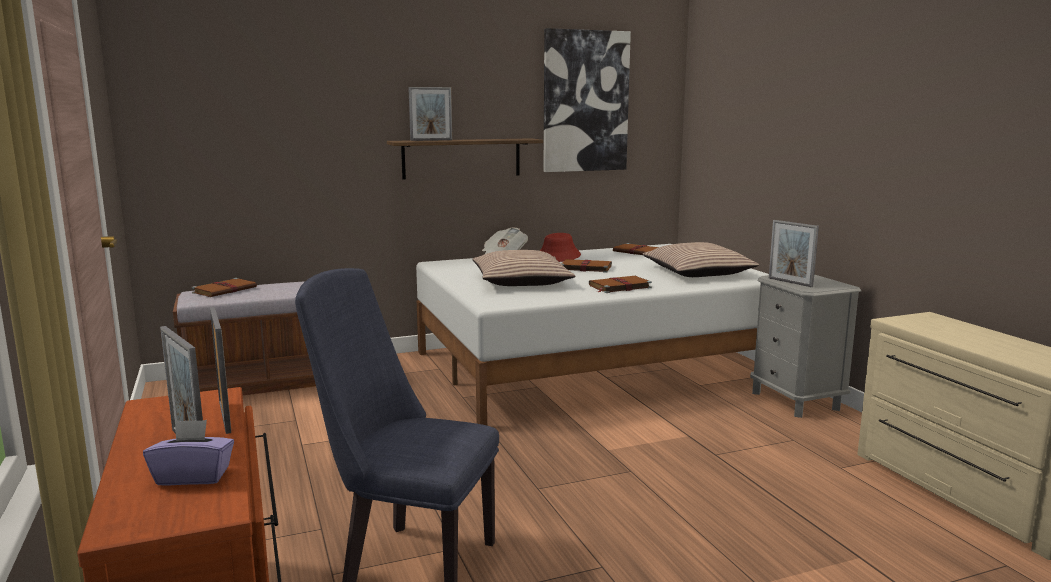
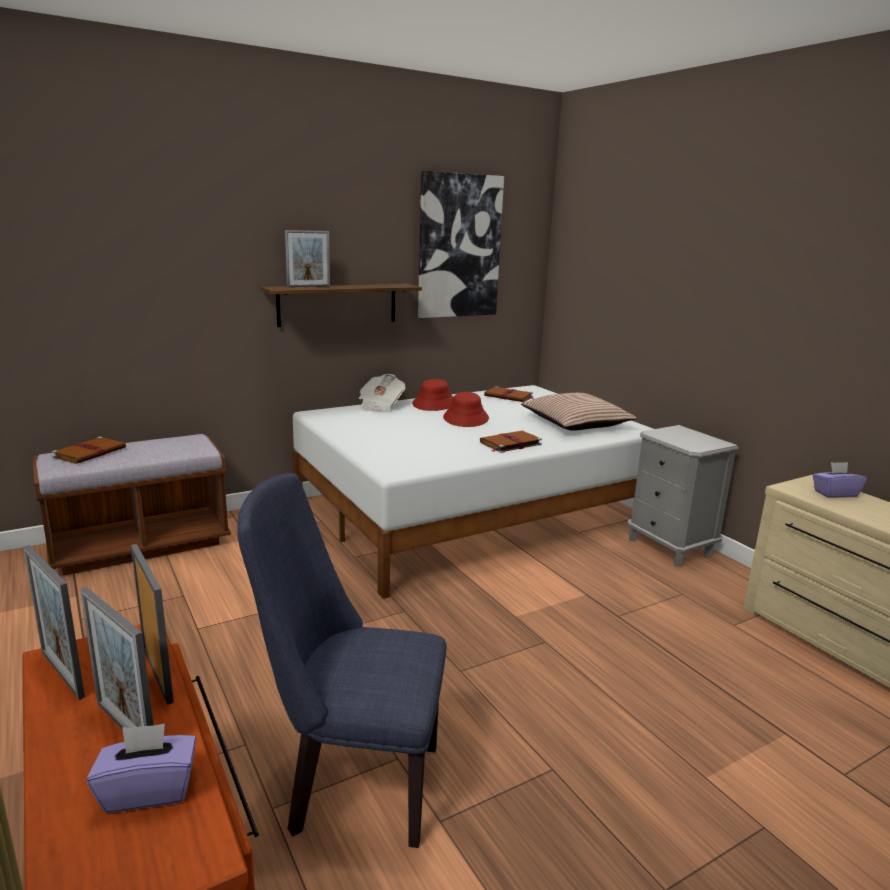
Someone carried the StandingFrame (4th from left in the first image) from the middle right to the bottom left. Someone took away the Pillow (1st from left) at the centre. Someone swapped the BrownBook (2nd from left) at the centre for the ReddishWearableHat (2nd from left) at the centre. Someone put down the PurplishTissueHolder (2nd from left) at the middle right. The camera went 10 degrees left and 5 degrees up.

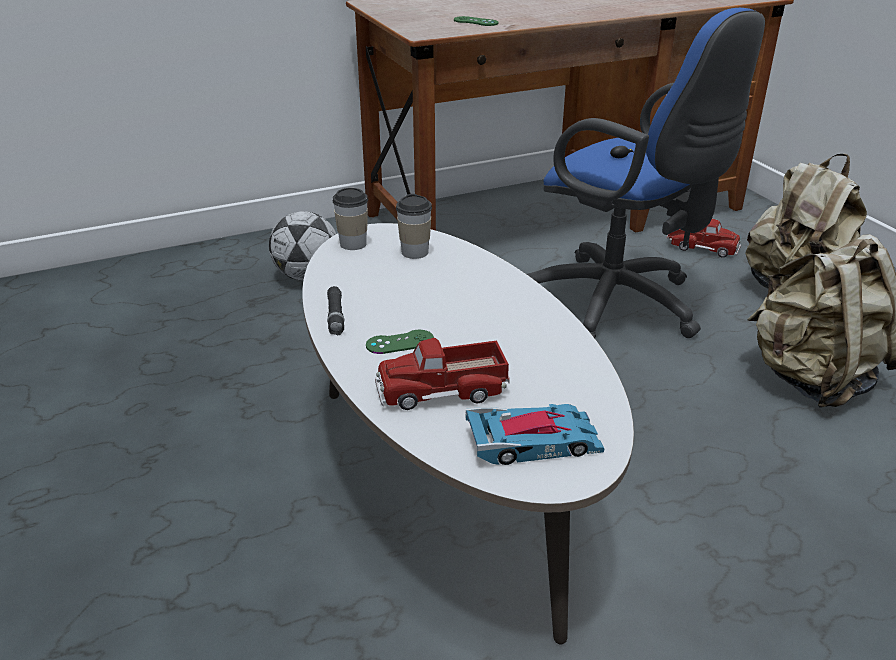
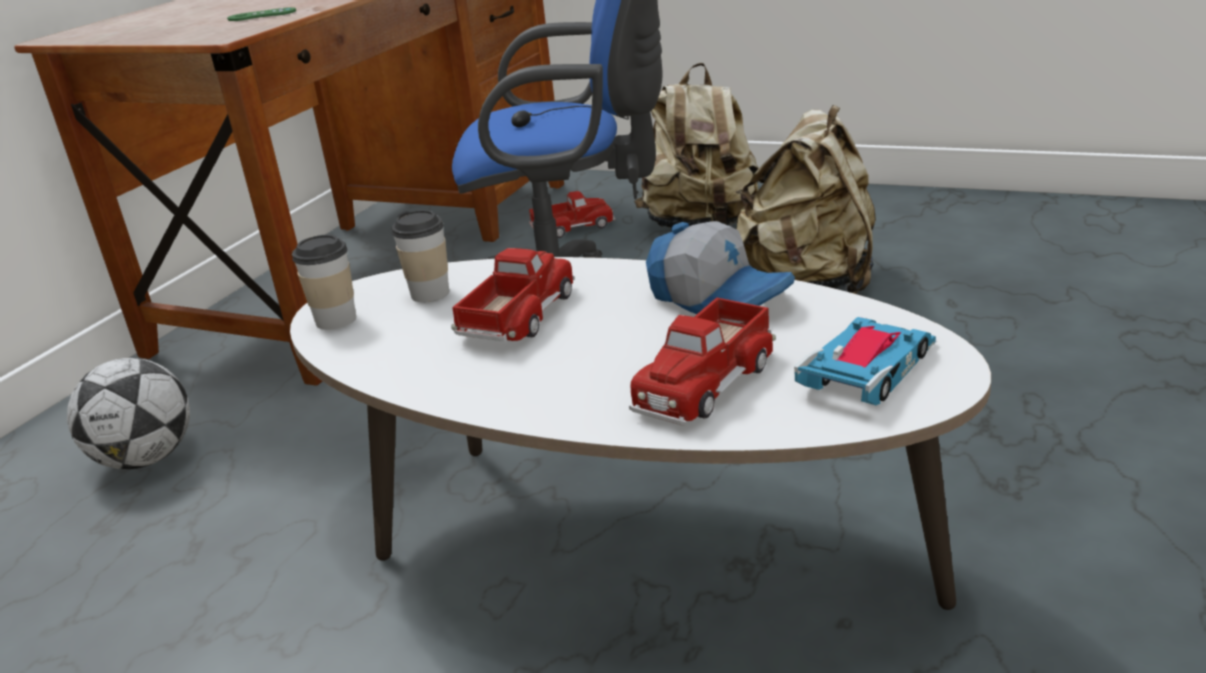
Someone took away the BlackishFlashlight at the centre. Someone took away the GreenGameController (1st from left) at the centre. Someone put down the BaseballCap at the centre. Someone put down the ToyTruck (1st from left) at the centre. The camera went 40 degrees left and 5 degrees down.

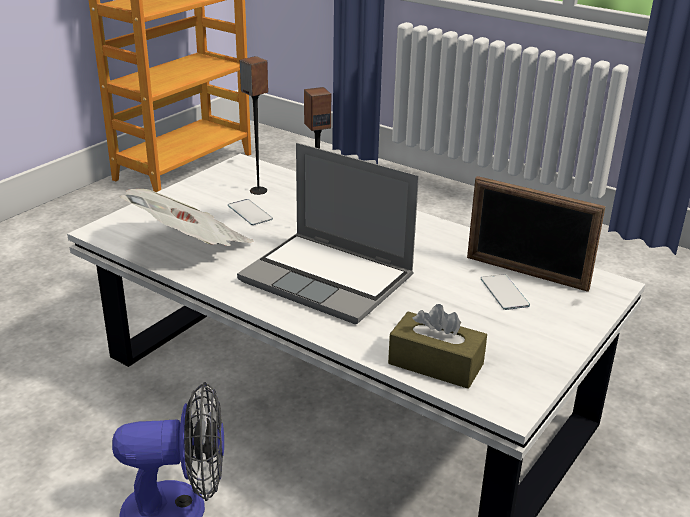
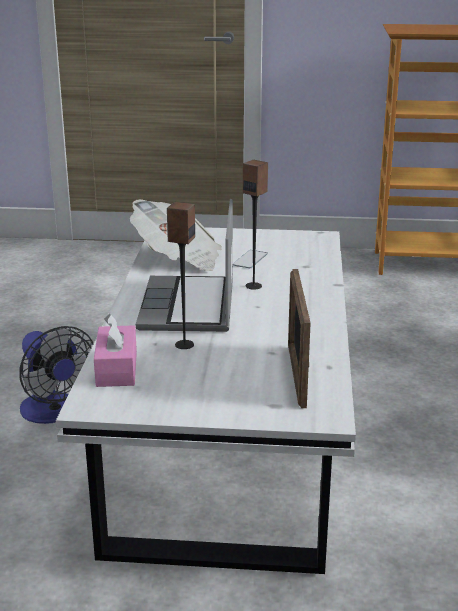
Someone carried the Loudspeaker (1st from left) from the top centre to the centre. Someone took away the Handset (2nd from left) at the middle right. Someone repainted the BrownTissueHolder at the bottom centre, which became the PinkTissueHolder at the middle left. The camera went 60 degrees right and 5 degrees down.

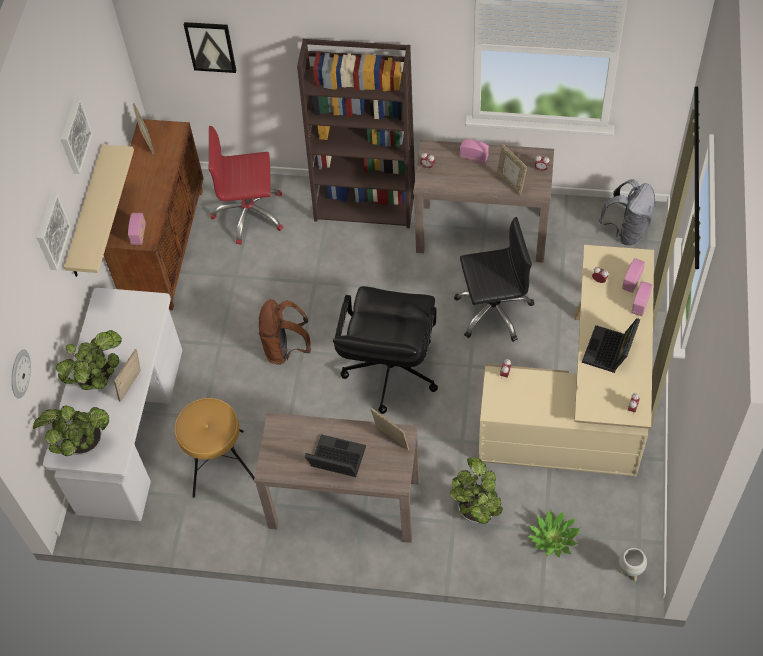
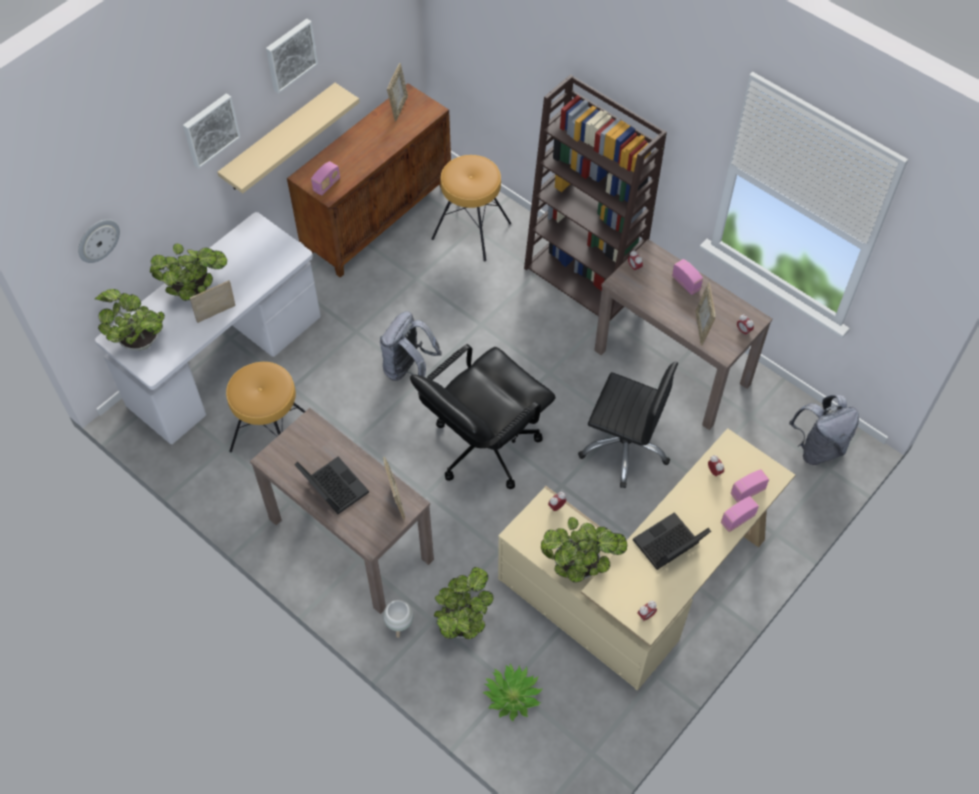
Someone took away the Picture (3rd from left) at the top left. Someone swapped the ReddishOfficeChair at the top left for the BrownStoolSeat (2nd from left) at the top centre. Someone repainted the BrownBackpack at the centre, which became the GreyishBackpack (1st from left) at the centre. Someone carried the WhitishPlantPot from the bottom right to the bottom centre. Someone put down the PottedPlant (5th from left) at the bottom centre. The camera went 30 degrees right and 0 degrees up.

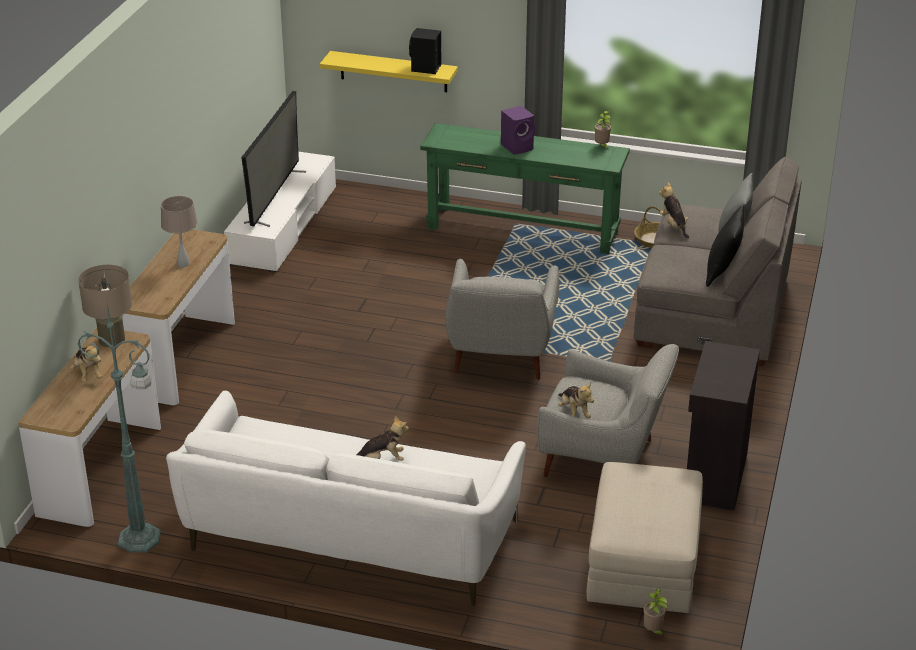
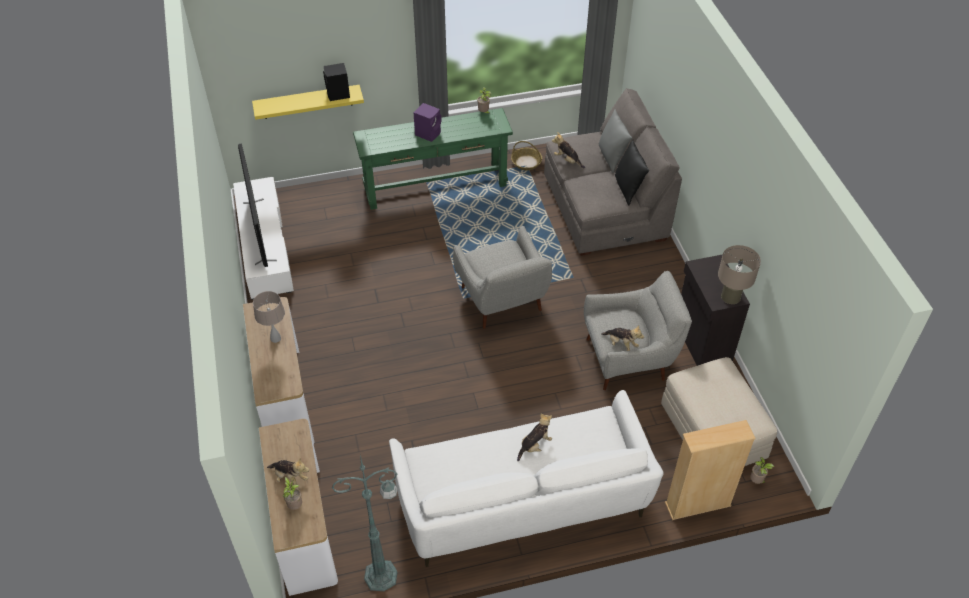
Someone carried the BeigeColouredLampForATable (1st from left in the first image) from the middle left to the middle right. Someone put down the BeigeColouredShelvingUnit at the bottom right. Someone put down the PottedPlant (1st from left) at the bottom left. The camera went 30 degrees left and 15 degrees up.

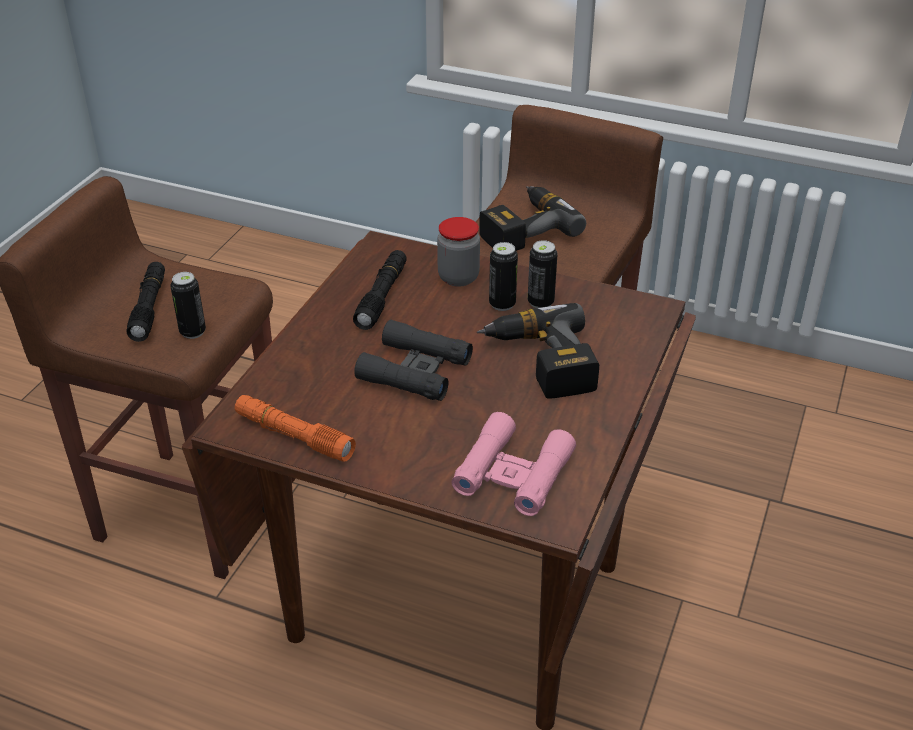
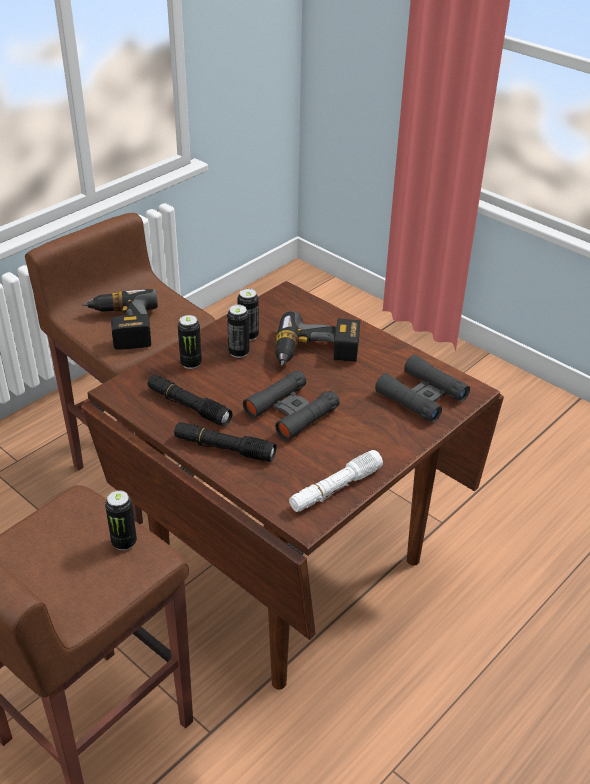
Someone swapped the Jar at the centre for the Can (2nd from left) at the middle left. Someone carried the BlackishFlashlight (1st from left in the first image) from the middle left to the centre. Someone repainted the OrangeyFlashlight at the middle left, which became the WhitishFlashlight at the centre. Someone repainted the PinkFieldGlasses at the centre, which became the BlackishFieldGlasses (2nd from left) at the middle right. The camera went 70 degrees left and 0 degrees up.

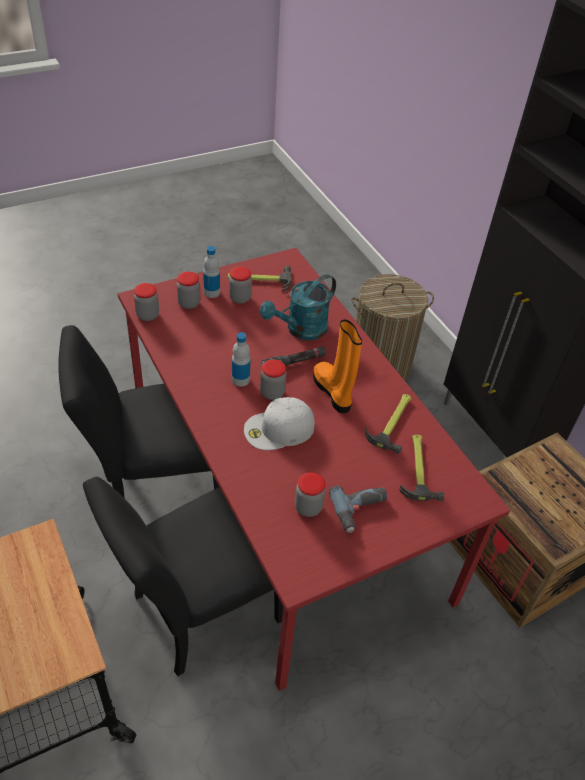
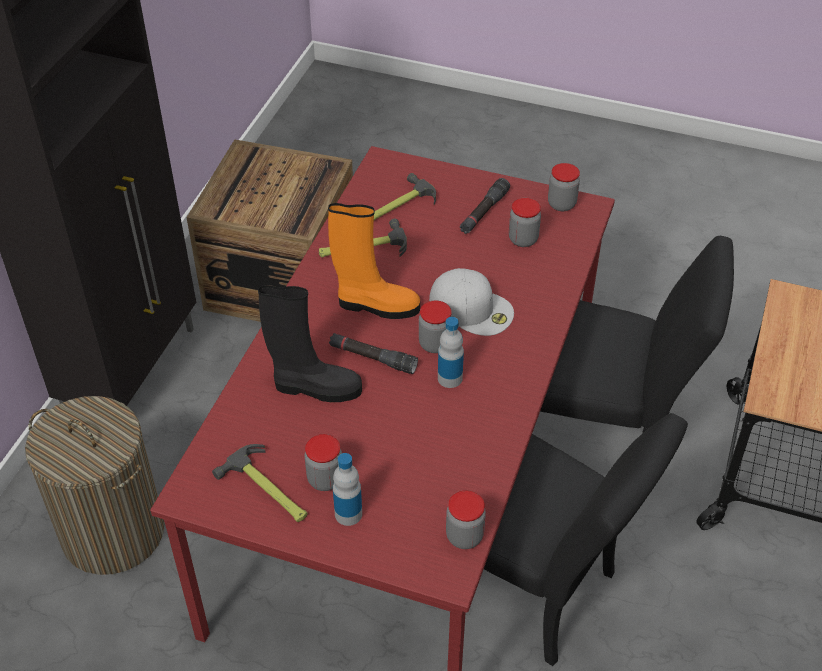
Someone carried the Jar (2nd from left in the first image) from the middle left to the top right. Someone swapped the TurquoiseColouredWateringPot at the centre for the BlackishHighTopBoot at the centre. Someone rotated the OrangeyHighTopBoot at the centre by 105 degrees counterclockwise. Someone swapped the Drill at the centre for the BlackishFlashlight (2nd from left) at the top centre. The camera went 130 degrees left and 0 degrees up.

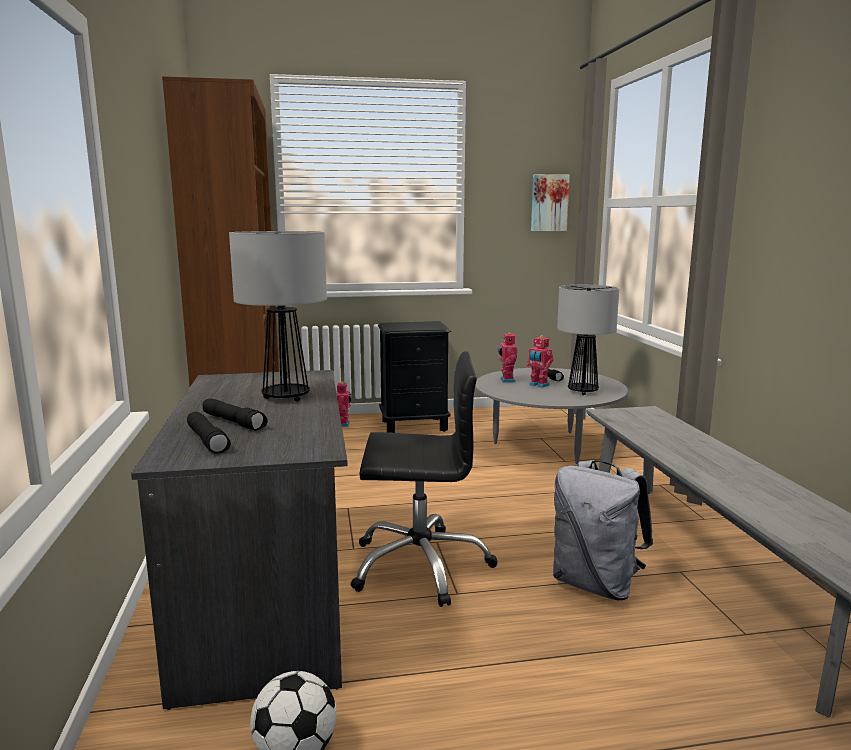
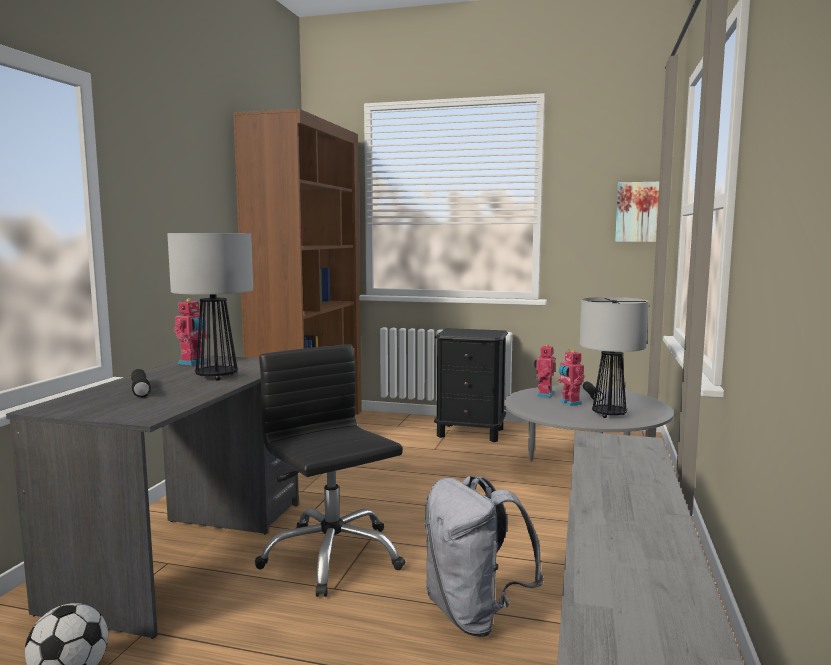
Someone rotated the BlackishOfficeChair at the centre by 150 degrees counterclockwise. Someone carried the ToyRobot (1st from left) from the centre to the middle left. Someone took away the BlackishFlashlight (1st from left) at the middle left. The camera went 25 degrees right and 5 degrees down.

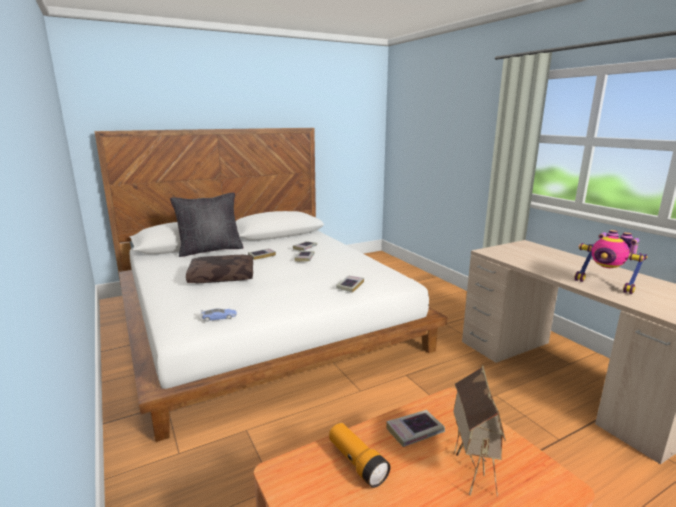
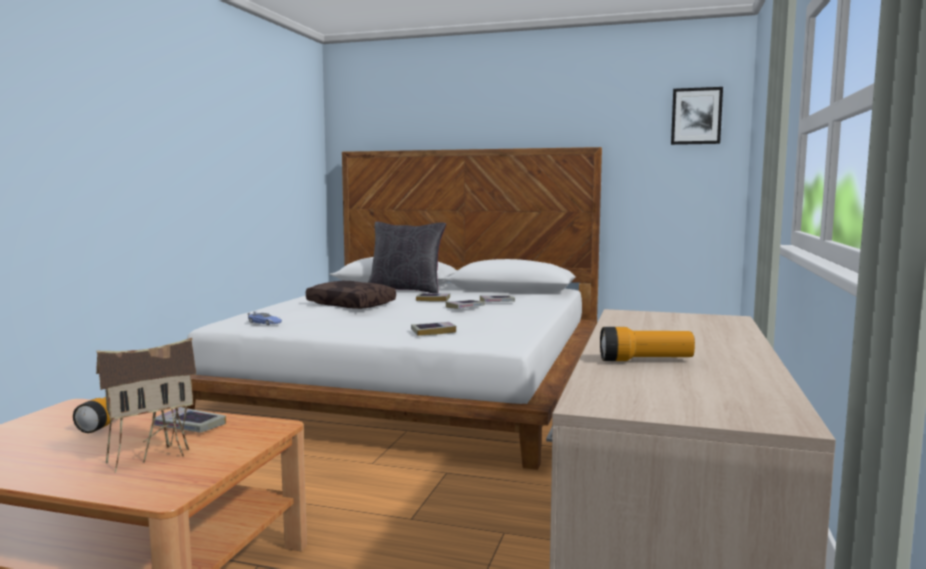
Someone swapped the ToyRobot at the middle right for the Flashlight (2nd from left) at the middle right. Someone put up the Picture at the top right. The camera went 45 degrees right and 10 degrees down.

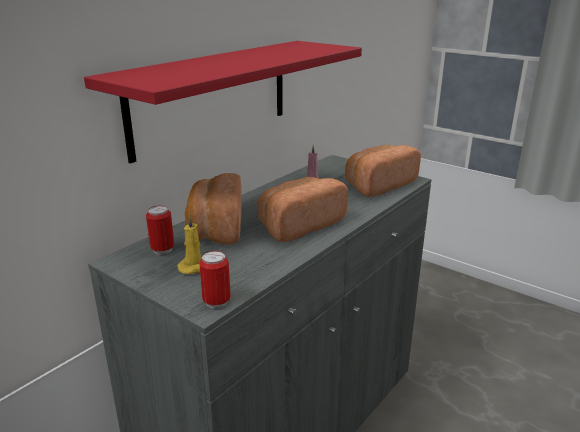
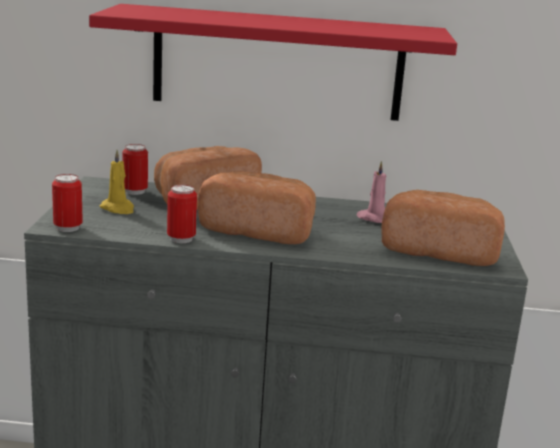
Someone put down the Can (3rd from left) at the middle left. The camera went 55 degrees right and 5 degrees down.

